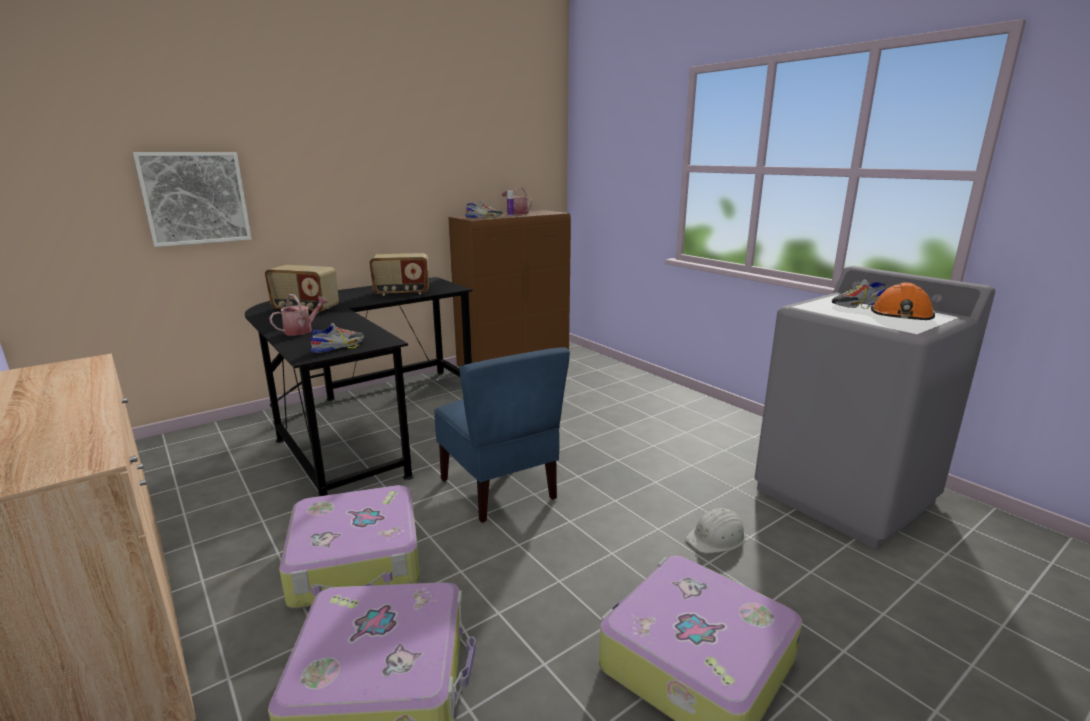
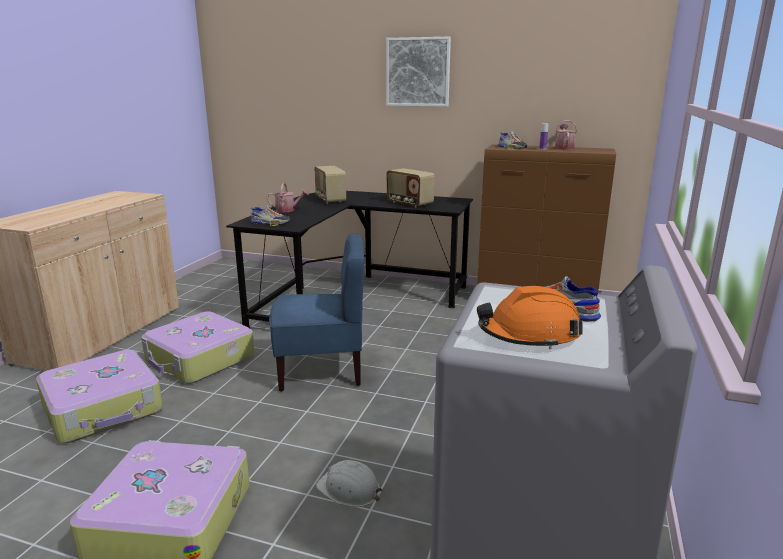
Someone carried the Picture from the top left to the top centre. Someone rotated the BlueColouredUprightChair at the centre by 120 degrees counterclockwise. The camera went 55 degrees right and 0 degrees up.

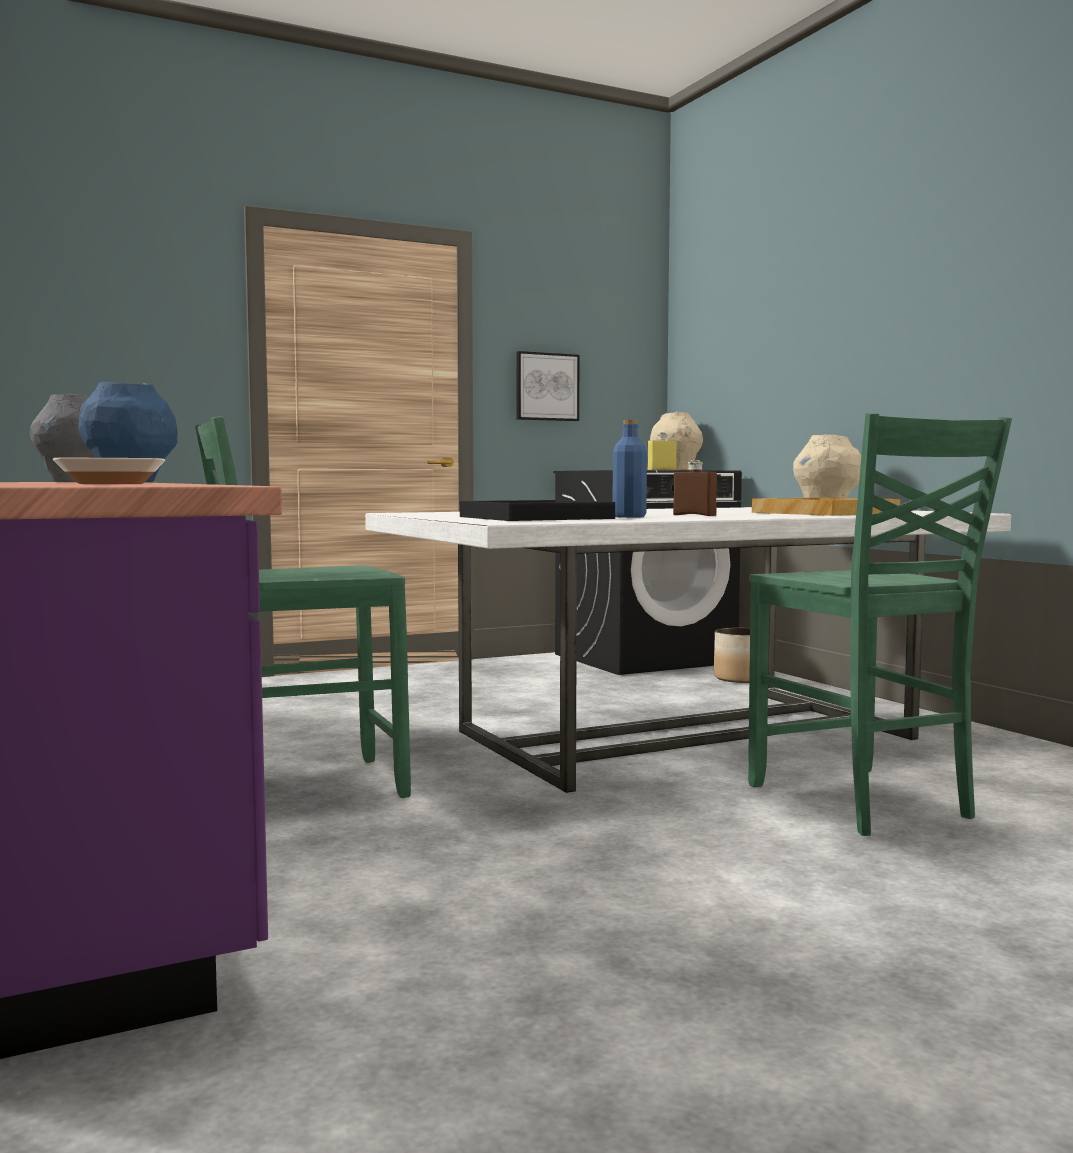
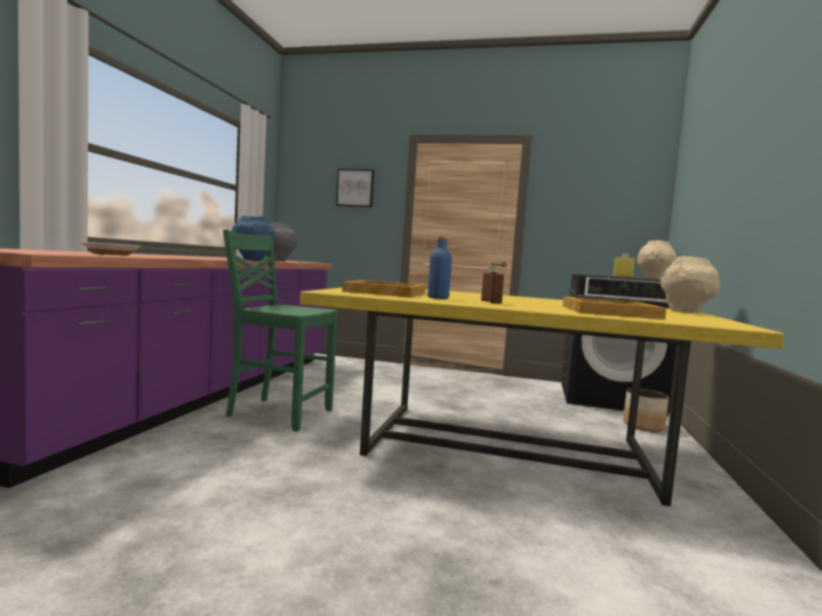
Someone carried the Picture from the centre to the top centre. Someone took away the GreenUprightChair (2nd from left) at the middle right. Someone repainted the BlackishServingTray at the centre, which became the BeigeColouredServingTray (1st from left) at the centre. Someone repainted the WhitishDiningTable at the centre, which became the YellowishDiningTable at the centre. The camera went 40 degrees right and 0 degrees up.

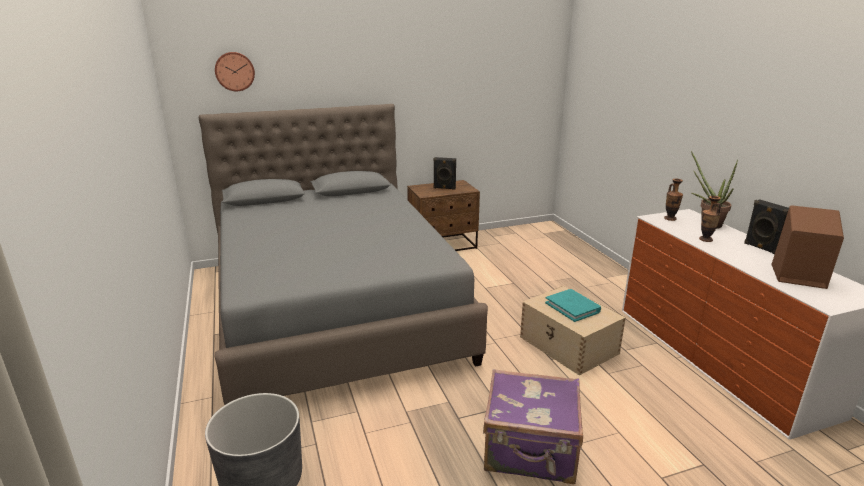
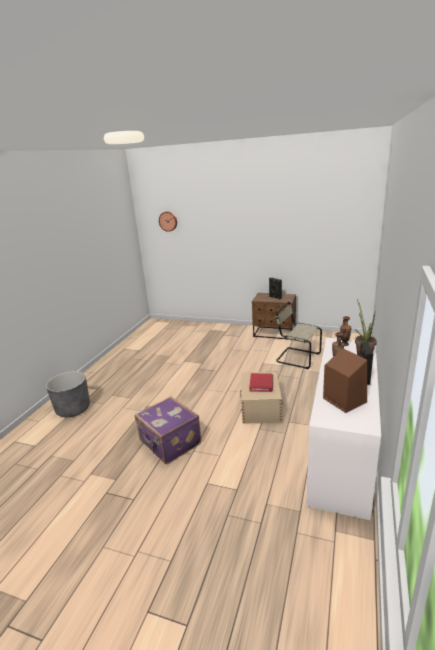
Someone took away the GreyishBed at the centre. Someone repainted the TurquoiseColouredBook at the centre, which became the ReddishBook at the centre. Someone put down the BeigeColouredUprightChair at the middle right. The camera went 40 degrees right and 0 degrees up.

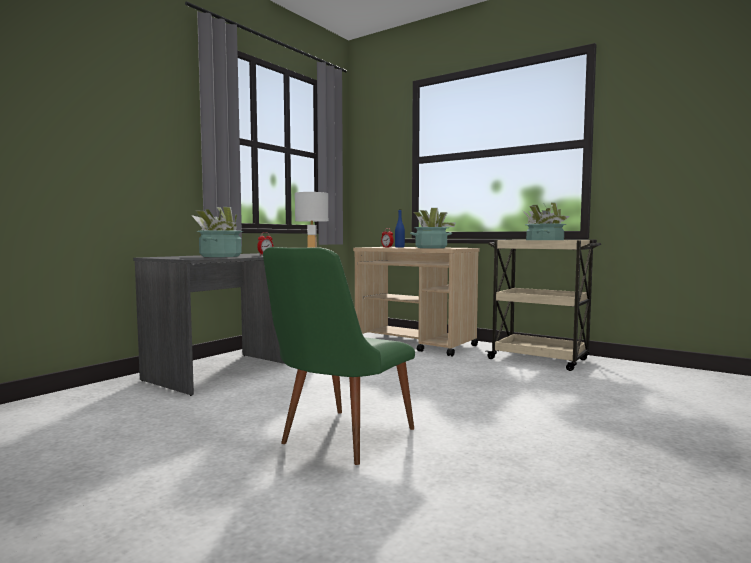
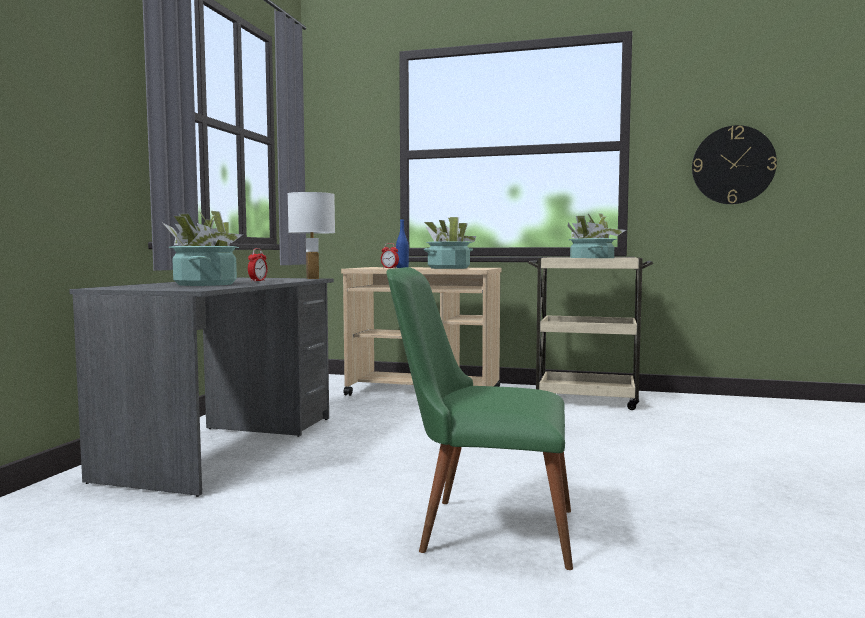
Someone rotated the GreenUprightChair at the centre by 90 degrees clockwise. Someone put up the ClockOnTheWall at the top right. The camera went 20 degrees left and 0 degrees up.

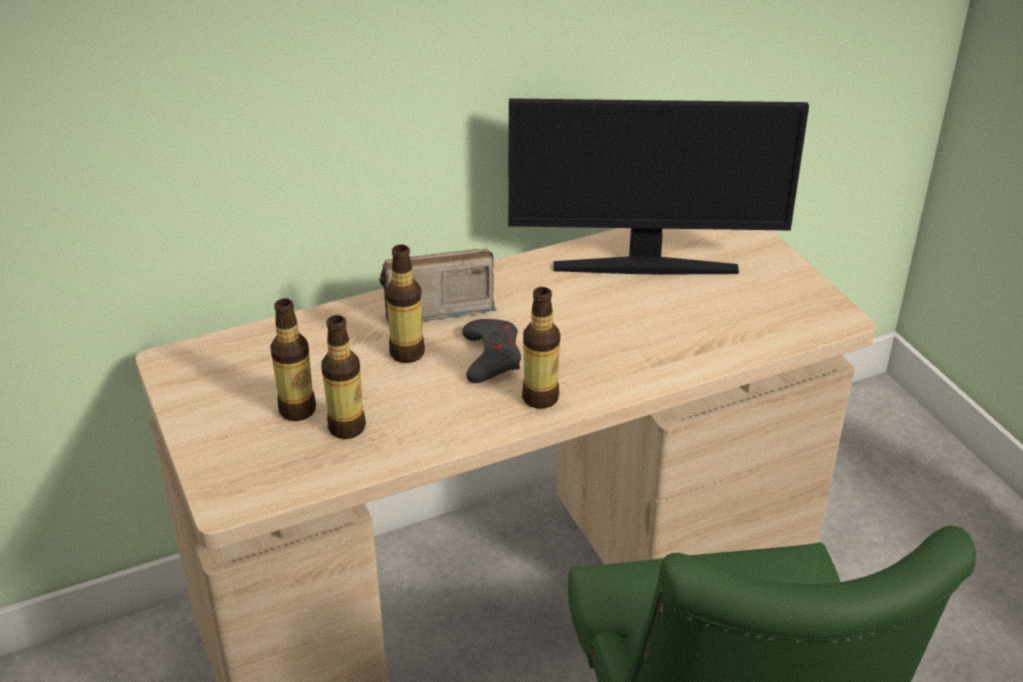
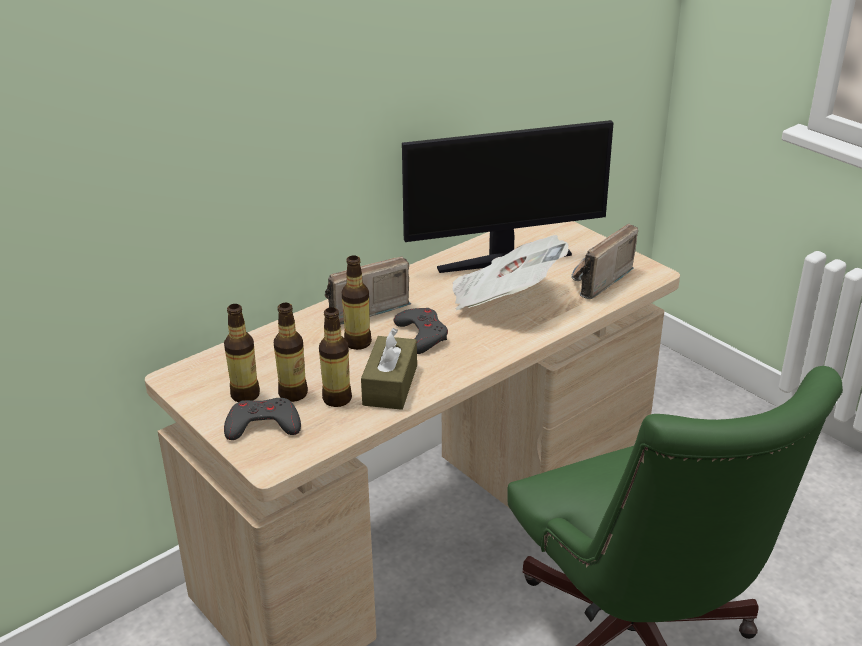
Someone carried the BeverageBottle (4th from left in the first image) from the centre to the middle left. Someone put down the RadioSet (2nd from left) at the middle right. Someone put down the PrintedPaper at the centre. Someone put down the BrownTissueHolder at the centre. Someone put down the GreyishGameController (1st from left) at the middle left. The camera went 15 degrees left and 5 degrees down.

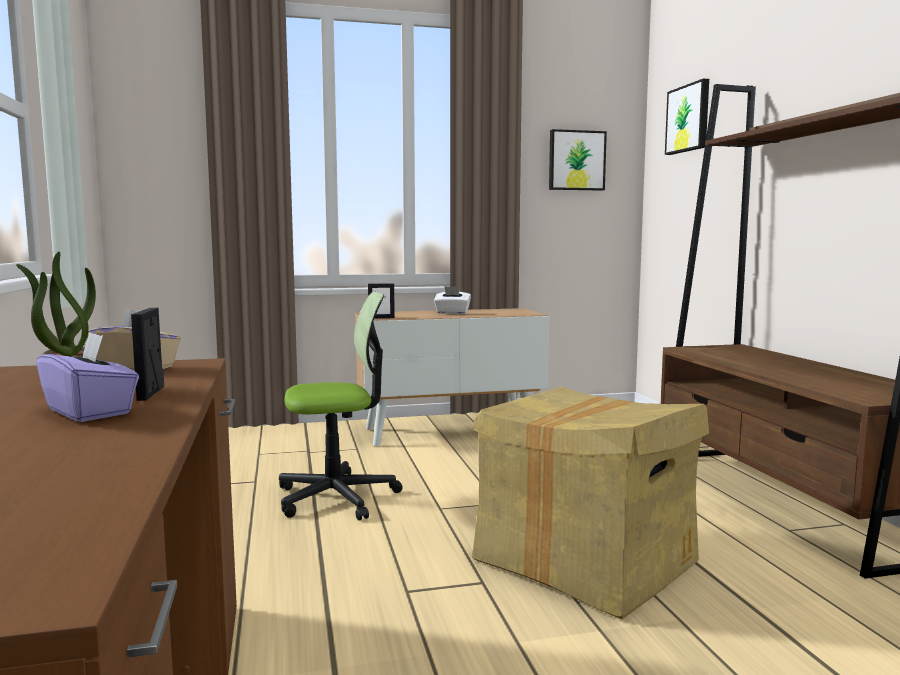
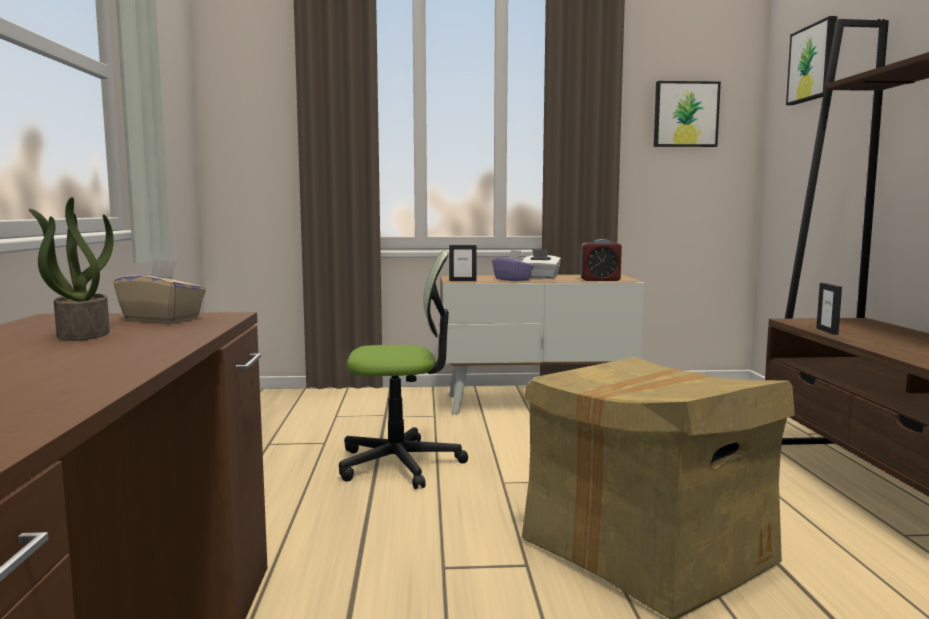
Someone carried the StandingFrame (1st from left in the first image) from the middle left to the middle right. Someone carried the PurplishTissueHolder from the middle left to the centre. Someone put down the TableClock at the centre. The camera went 10 degrees right and 0 degrees up.

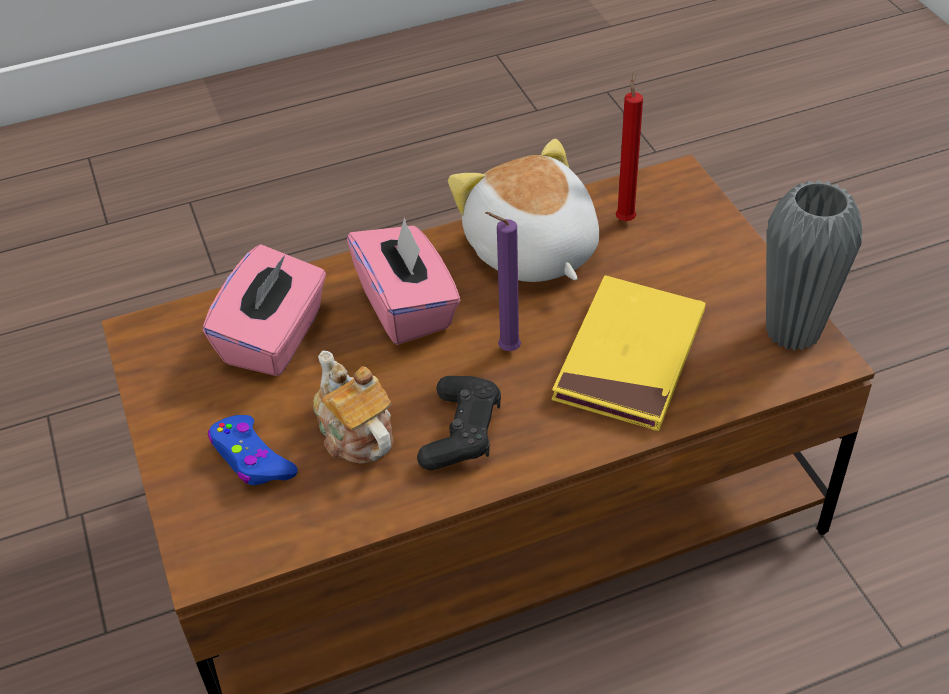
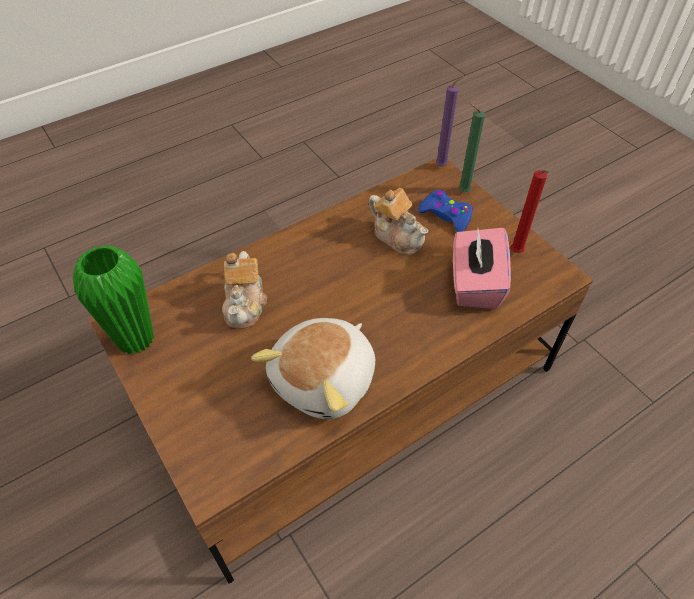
Someone carried the ReddishWaxCandle from the top centre to the middle right. Someone rotated the PlushToy at the top centre by 75 degrees clockwise. Someone repainted the GreyishDecorativeVase at the middle right, which became the GreenDecorativeVase at the middle left. Someone carried the PurplishWaxCandle from the centre to the top centre. Someone took away the PinkTissueHolder (2nd from left) at the centre. Someone swapped the YellowishBook at the centre for the TeaPot (1st from left) at the centre. Someone took away the BlackishGameController at the centre. Someone put down the GreenWaxCandle at the top right. The camera went 165 degrees right and 5 degrees up.

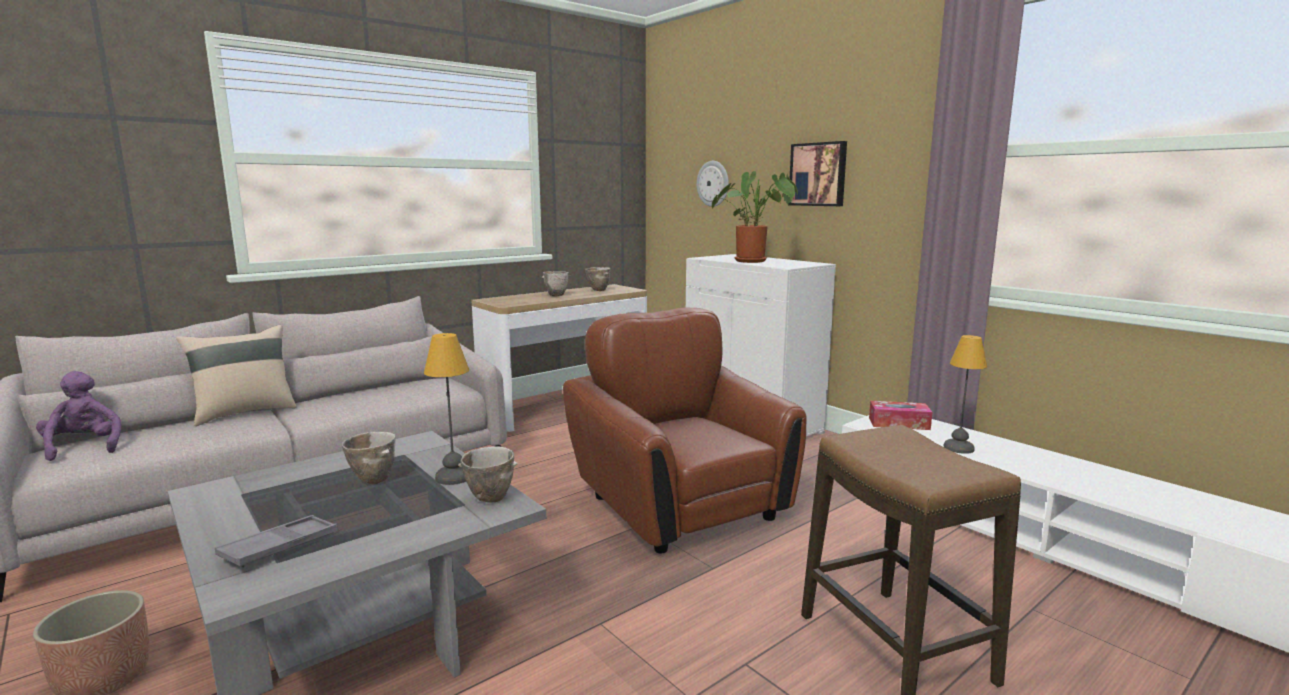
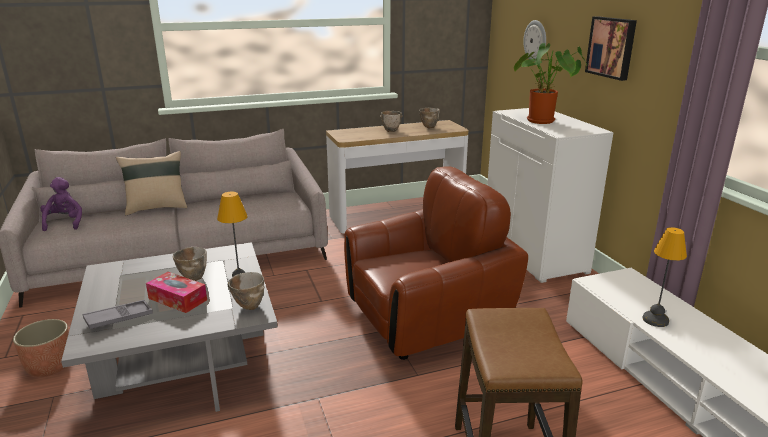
Someone rotated the BrownEasyChair at the centre by 75 degrees clockwise. Someone carried the TissueHolder from the middle right to the bottom left. The camera went 20 degrees right and 10 degrees up.

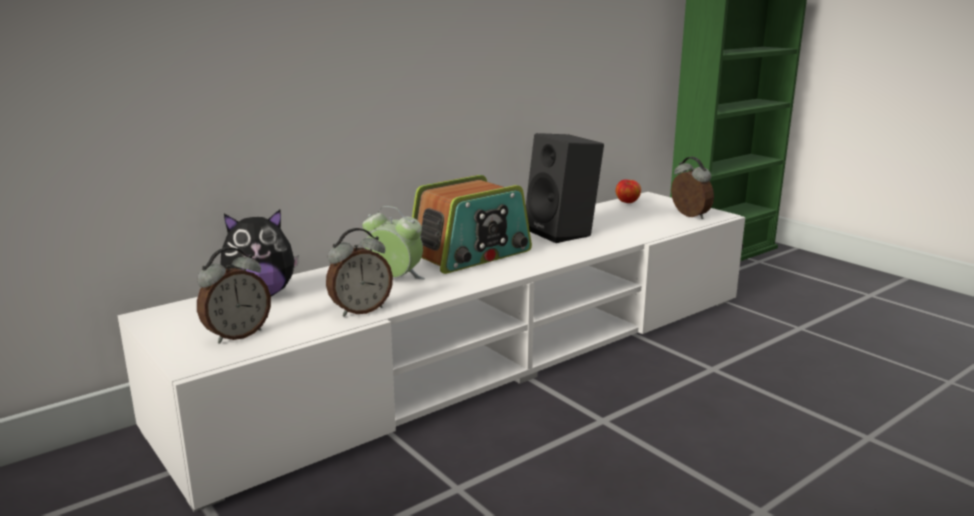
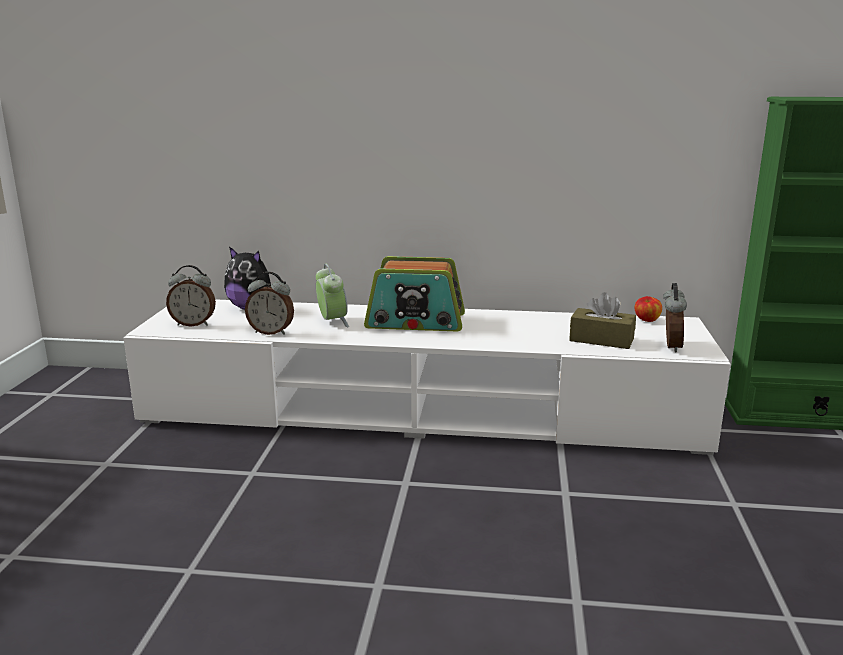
Someone took away the BlackishLoudspeaker at the centre. Someone put down the BrownTissueHolder at the middle right. The camera went 45 degrees right and 0 degrees up.

